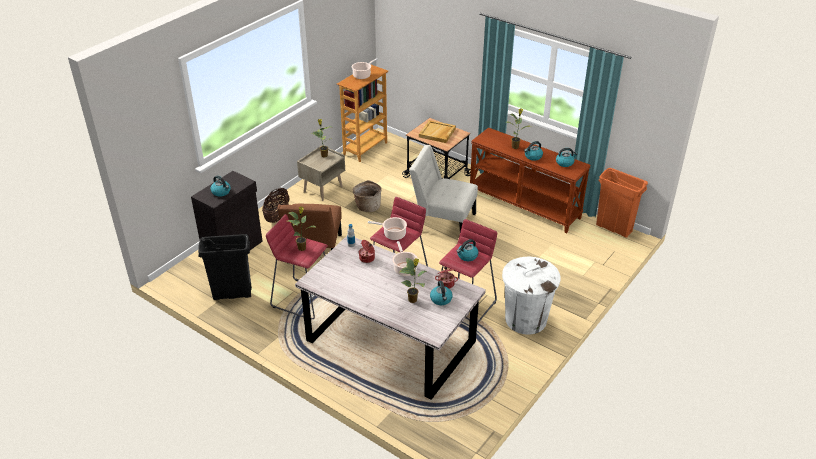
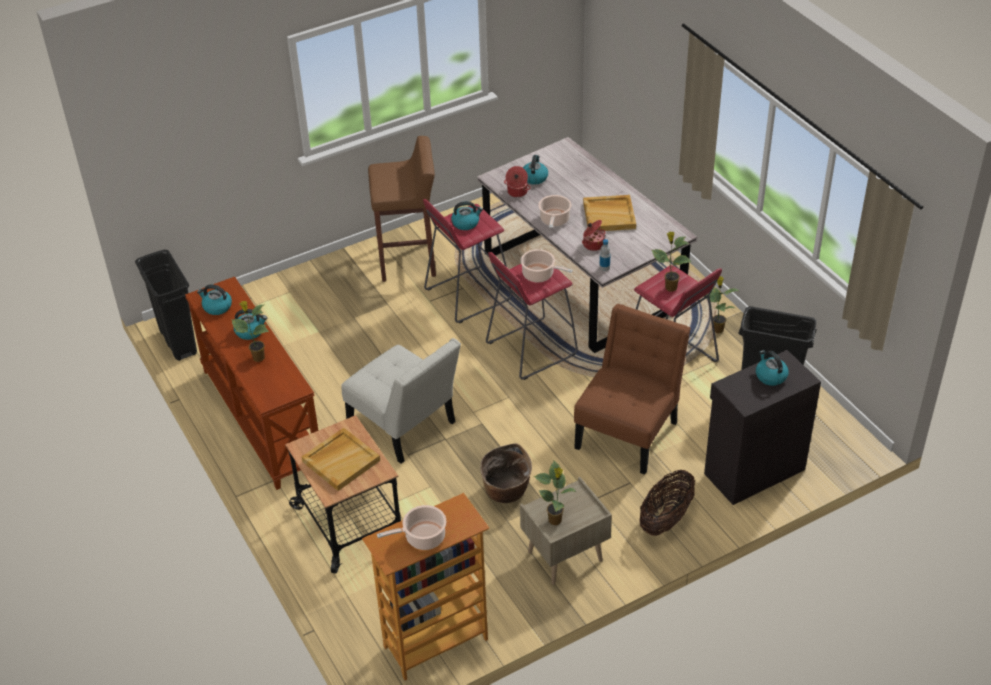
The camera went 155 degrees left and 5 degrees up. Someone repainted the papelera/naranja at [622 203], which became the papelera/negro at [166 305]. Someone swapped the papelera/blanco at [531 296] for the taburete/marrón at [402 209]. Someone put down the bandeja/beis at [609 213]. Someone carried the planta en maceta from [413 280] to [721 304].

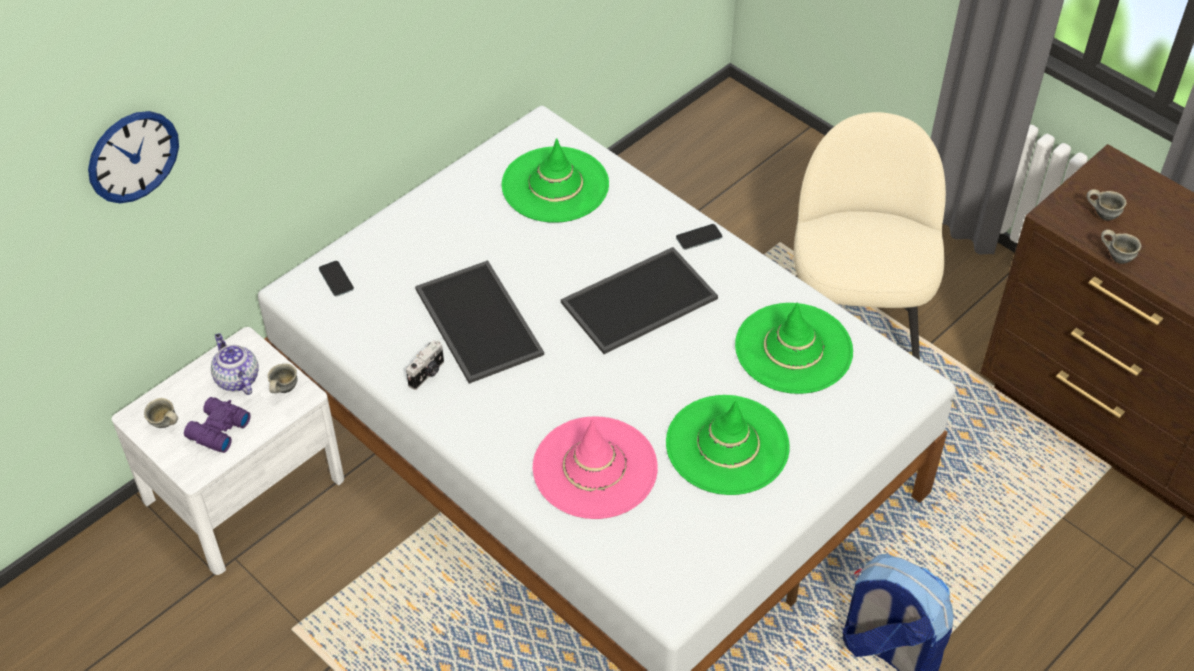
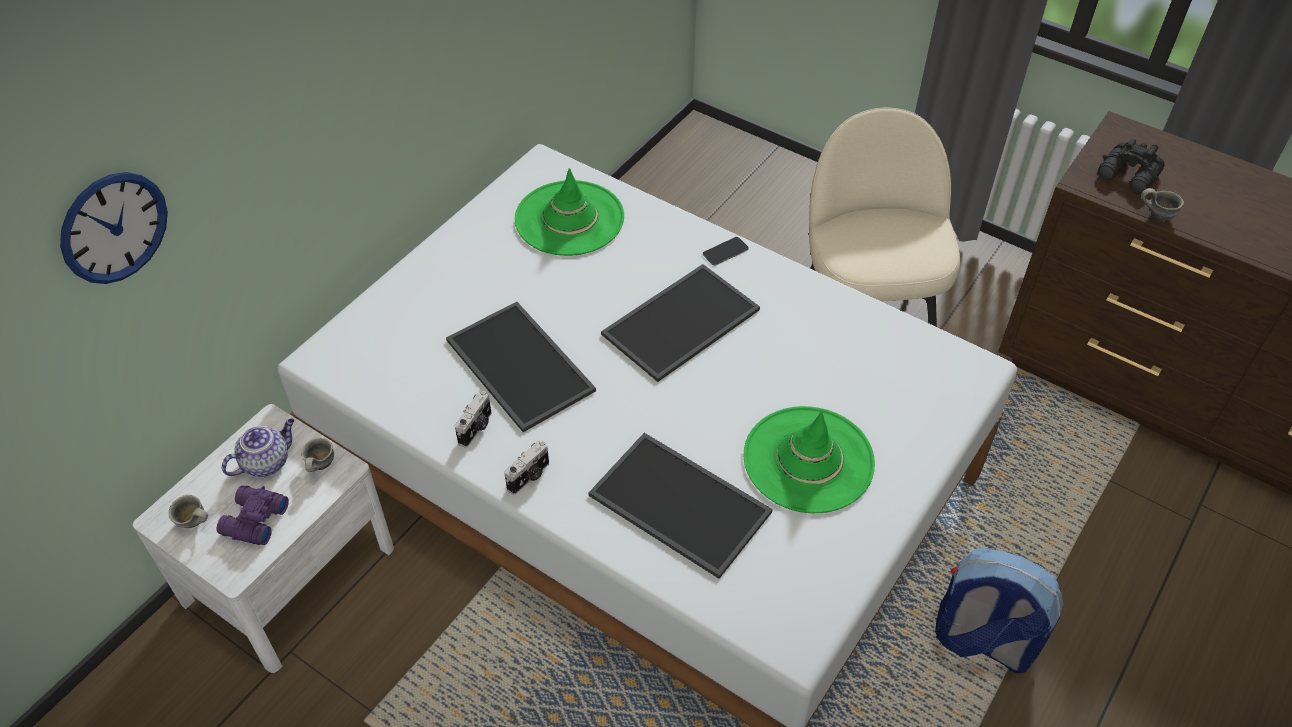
The camera went 10 degrees left and 0 degrees up. Someone rotated the tetera at [235 364] by 90 degrees clockwise. Someone put down the cámara at [526 467]. Someone swapped the sombrero/rosa at [595 468] for the bandeja at [681 506]. Someone swapped the taza grande/gris at [1107 205] for the prismáticos/negro at [1131 166]. Someone took away the móvil at [336 279]. Someone took away the sombrero/verde at [794 348].

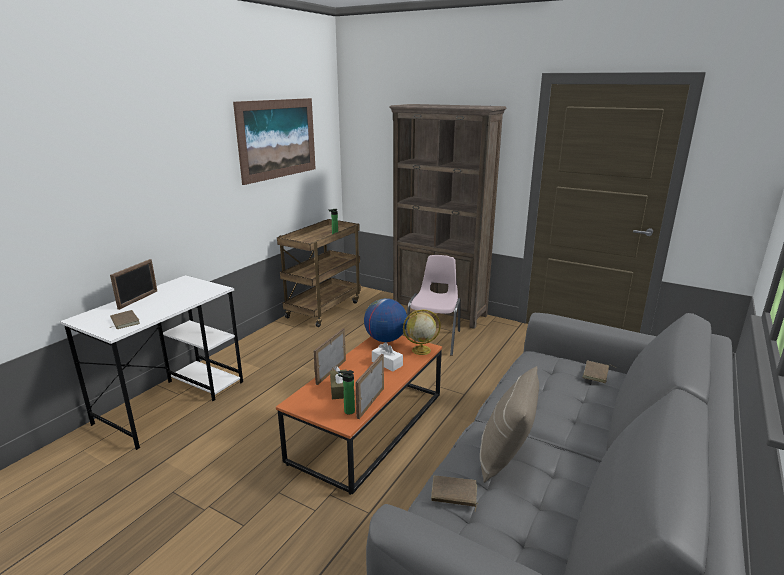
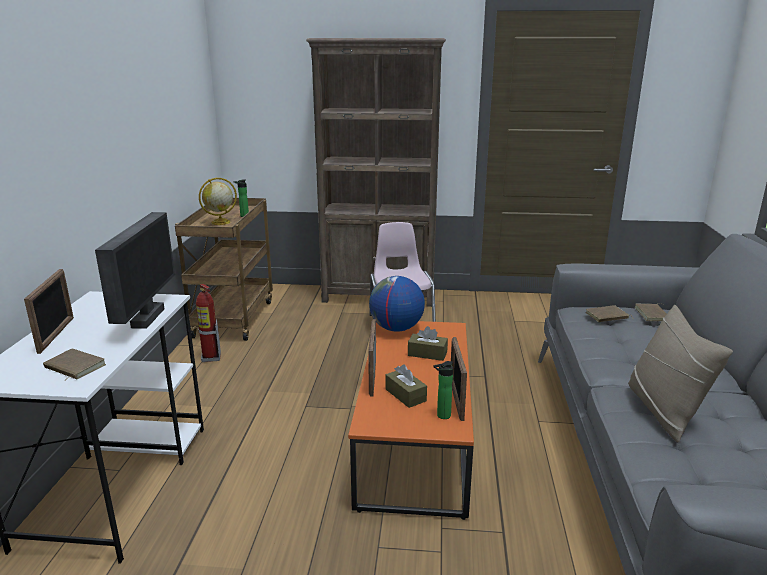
The camera went 25 degrees left and 0 degrees up. Someone put down the monitor at [135 270]. Someone put down the extintor at [208 323]. Someone carried the globo terráqueo from [422 332] to [218 201]. Someone repainted the caja de pañuelos/blanco at [387 356], which became the caja de pañuelos/marrón at [428 343]. Someone carried the libro/marrón from [454 494] to [609 313]. Someone took away the cuadro at [274 141].

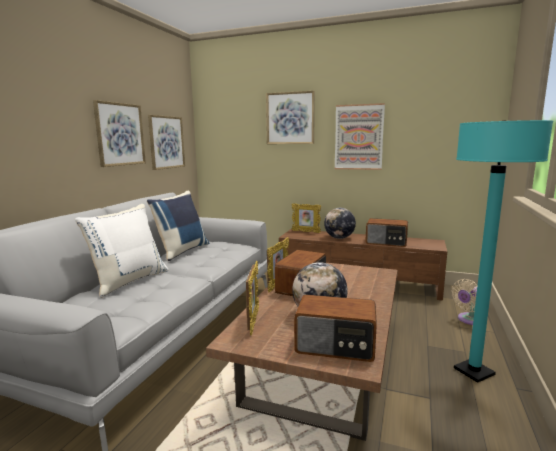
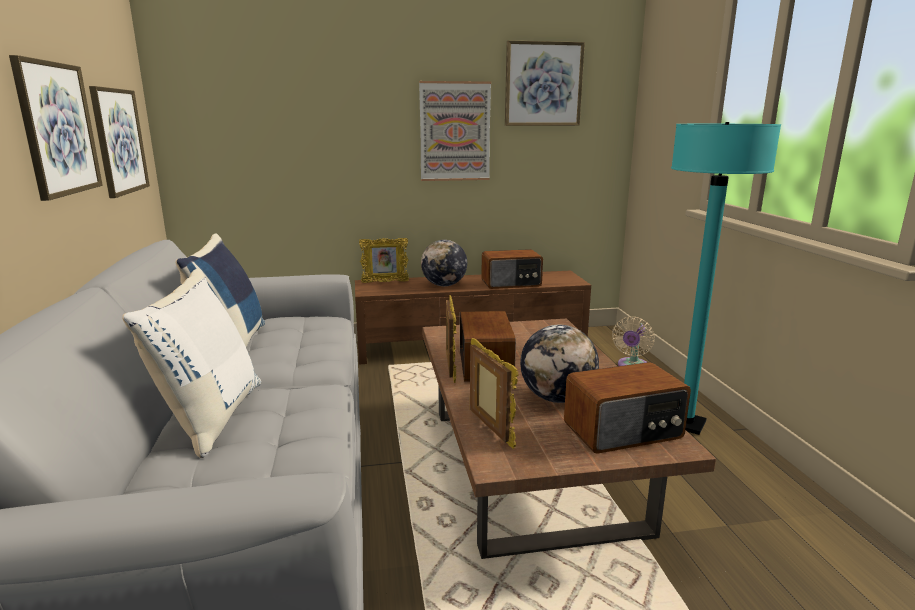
The camera went 30 degrees left and 5 degrees up. Someone carried the cuadro from [290 117] to [545 83].

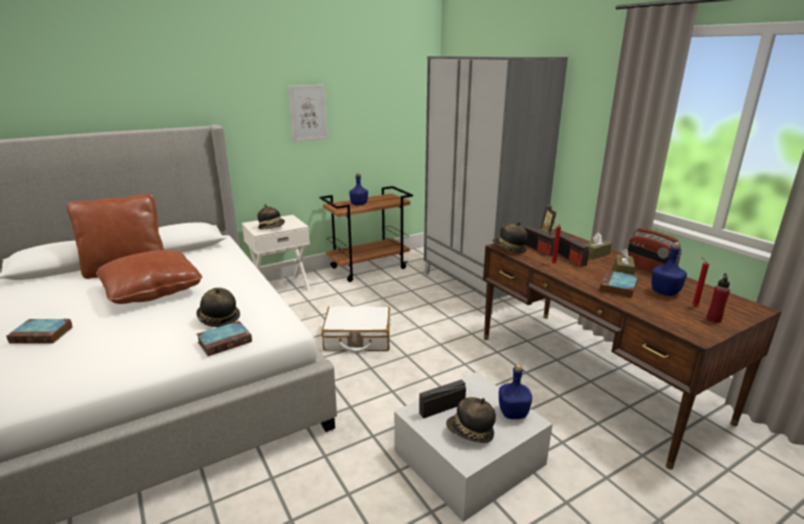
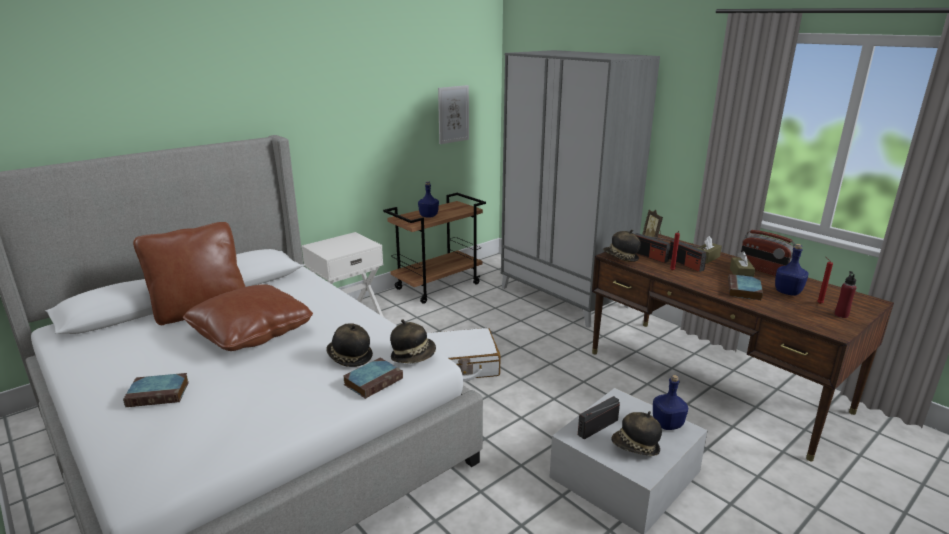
The camera went 10 degrees left and 0 degrees up. Someone carried the sombrero from [271 217] to [413 341]. Someone carried the cuadro from [308 113] to [453 114].

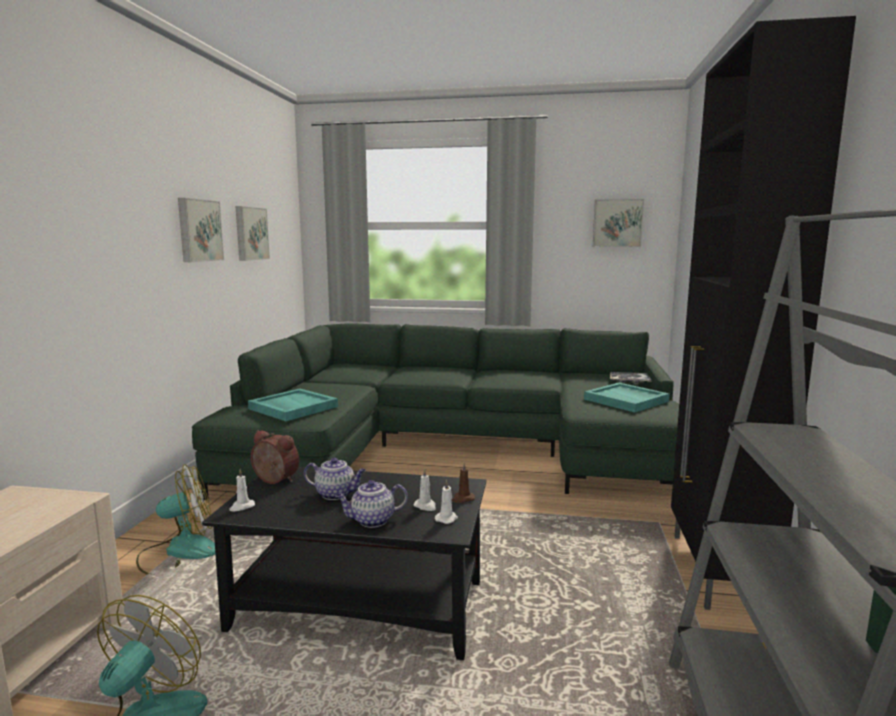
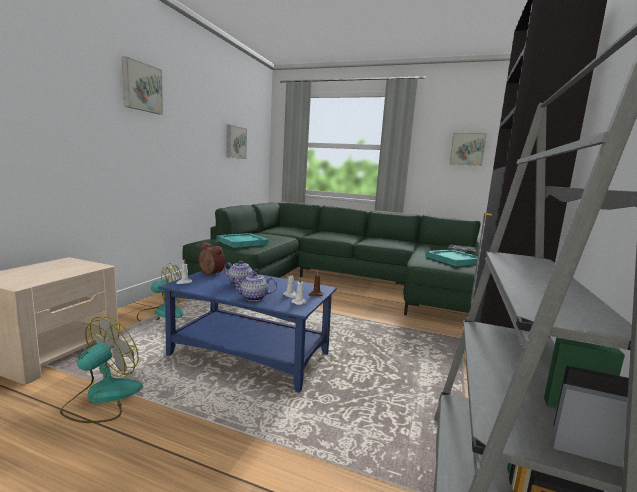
The camera went 10 degrees right and 0 degrees up. Someone carried the cuadro from [201 230] to [142 85]. Someone repainted the mesa de centro/negro at [344 563], which became the mesa de centro/azul at [247 331].

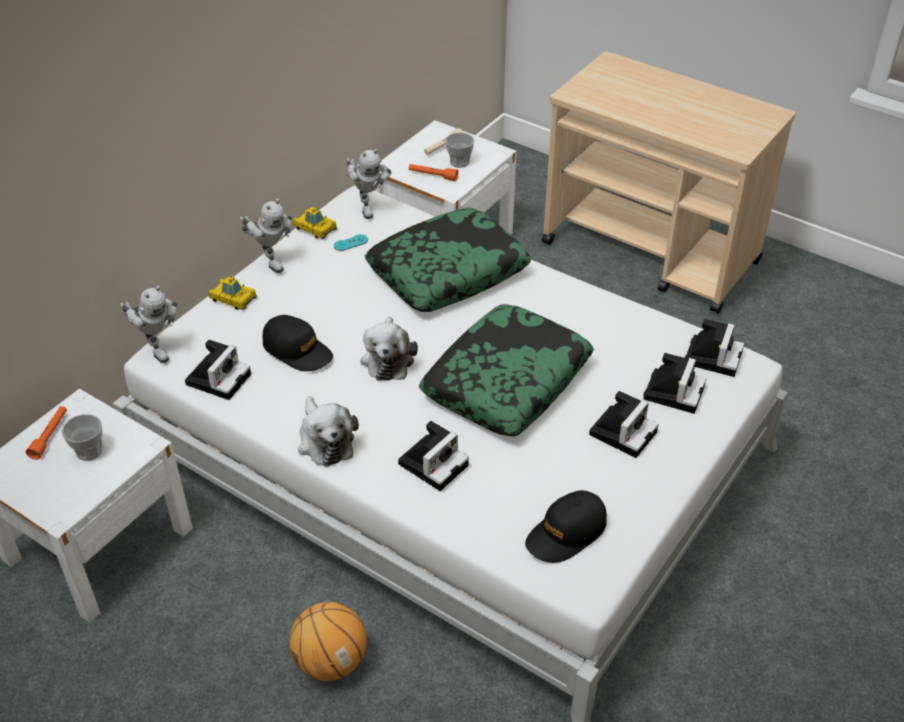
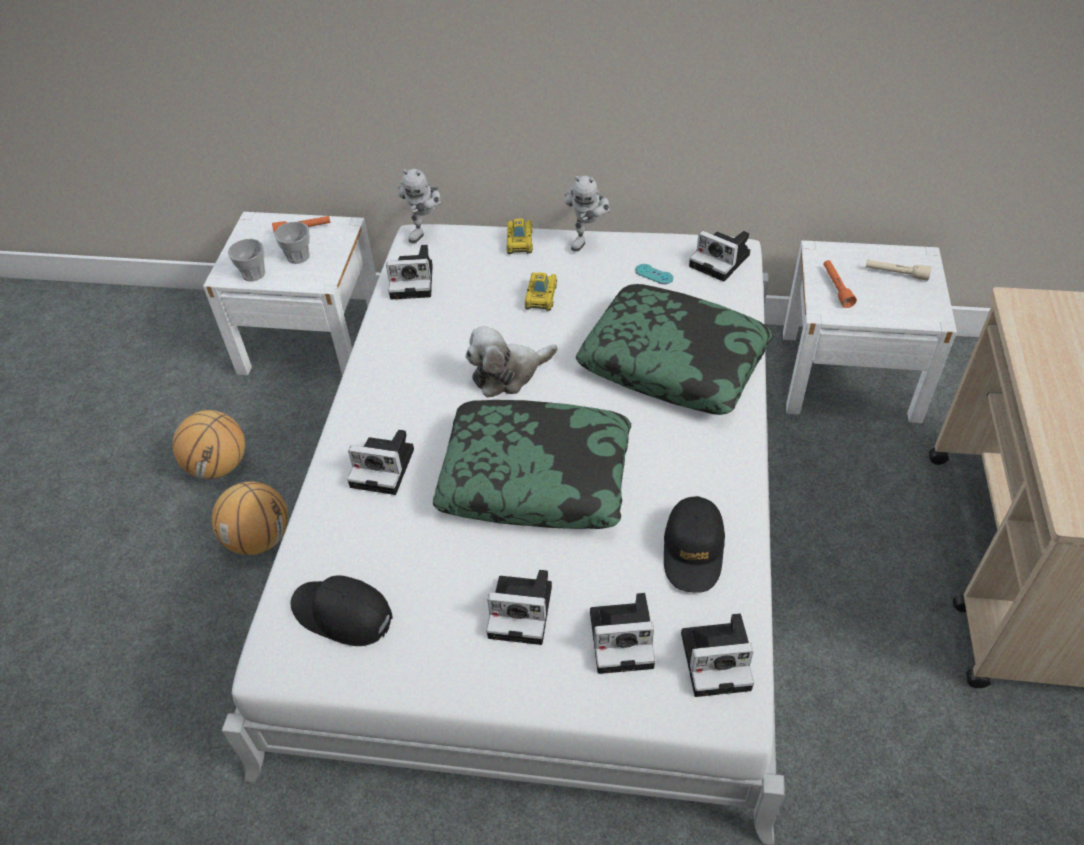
The camera went 65 degrees right and 5 degrees up. Someone put down the balón de baloncesto at [209 444]. Someone carried the taza from [459 150] to [246 260]. Someone carried the coche de juguete from [315 223] to [541 291]. Someone carried the gorra/negro from [297 343] to [694 544]. Someone swapped the robot de juguete at [369 184] for the cámara at [719 256]. Someone took away the peluche at [328 431].

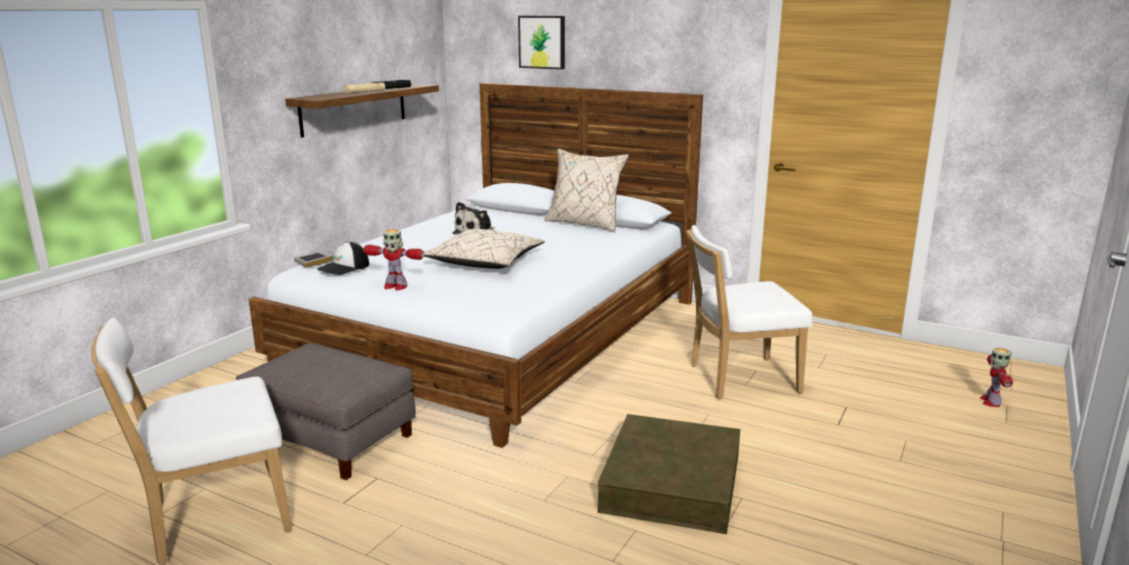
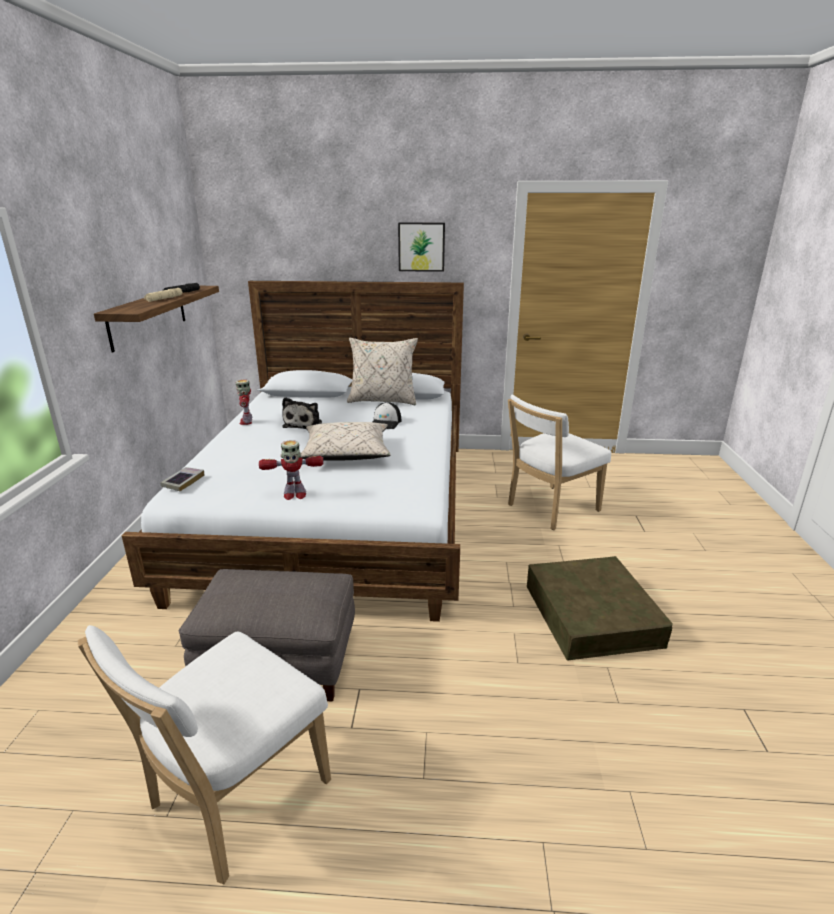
The camera went 25 degrees left and 5 degrees up. Someone carried the robot de juguete from [996 377] to [244 402]. Someone carried the gorra from [343 258] to [386 415]. Someone carried the cuadro from [541 42] to [421 247].

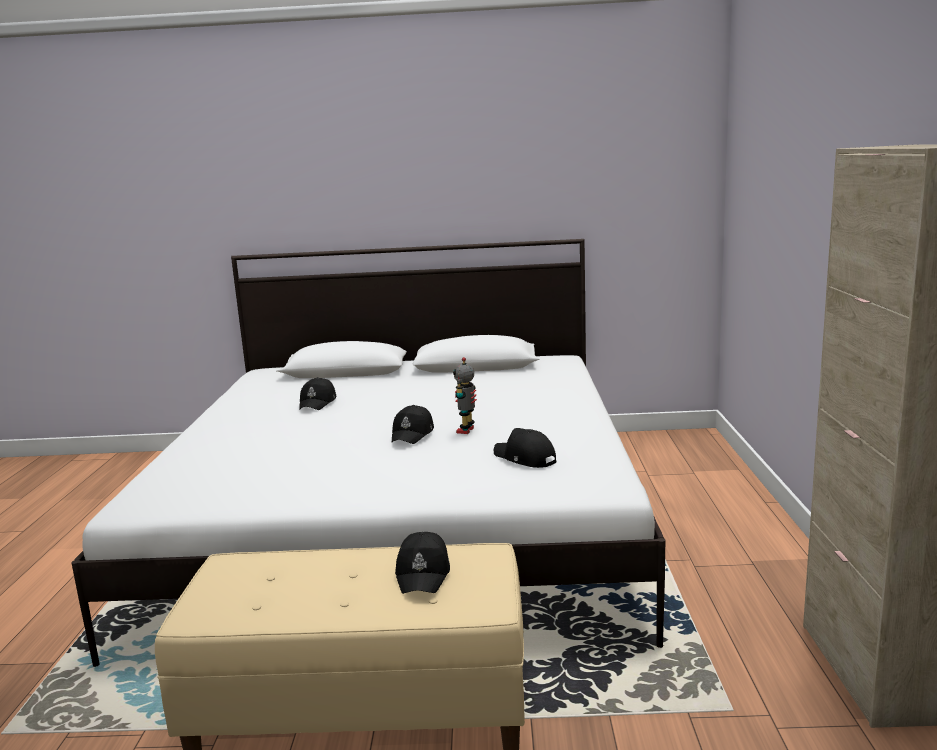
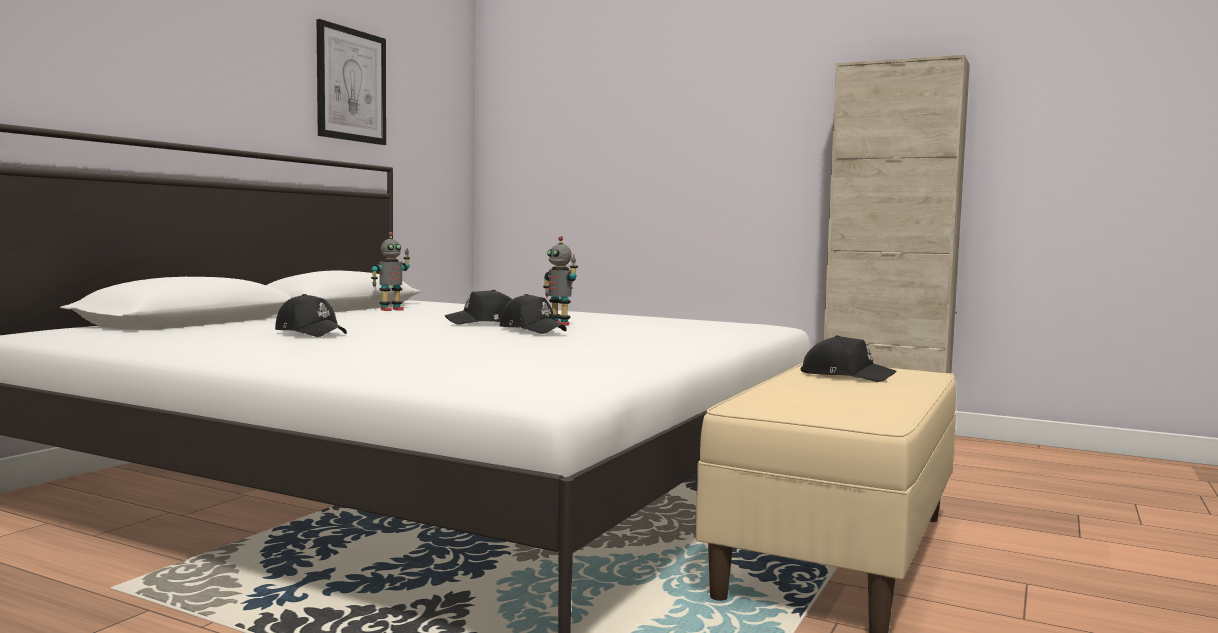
The camera went 65 degrees left and 10 degrees down. Someone put up the cuadro at [351 82]. Someone put down the robot de juguete at [390 271]. Someone carried the gorra/negro from [524 448] to [478 307].

